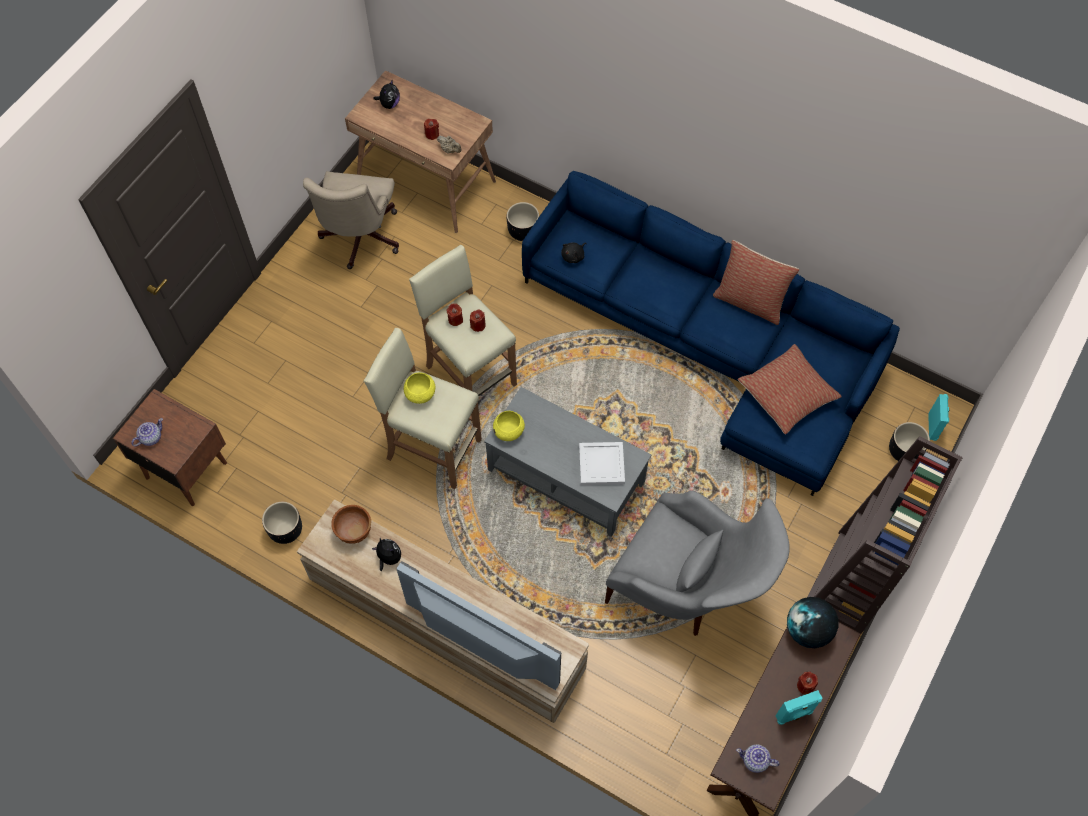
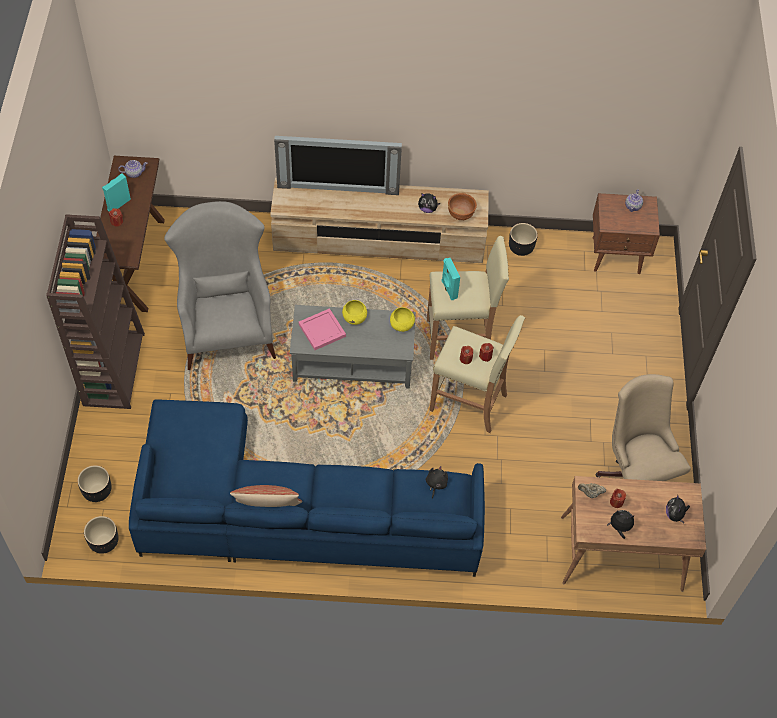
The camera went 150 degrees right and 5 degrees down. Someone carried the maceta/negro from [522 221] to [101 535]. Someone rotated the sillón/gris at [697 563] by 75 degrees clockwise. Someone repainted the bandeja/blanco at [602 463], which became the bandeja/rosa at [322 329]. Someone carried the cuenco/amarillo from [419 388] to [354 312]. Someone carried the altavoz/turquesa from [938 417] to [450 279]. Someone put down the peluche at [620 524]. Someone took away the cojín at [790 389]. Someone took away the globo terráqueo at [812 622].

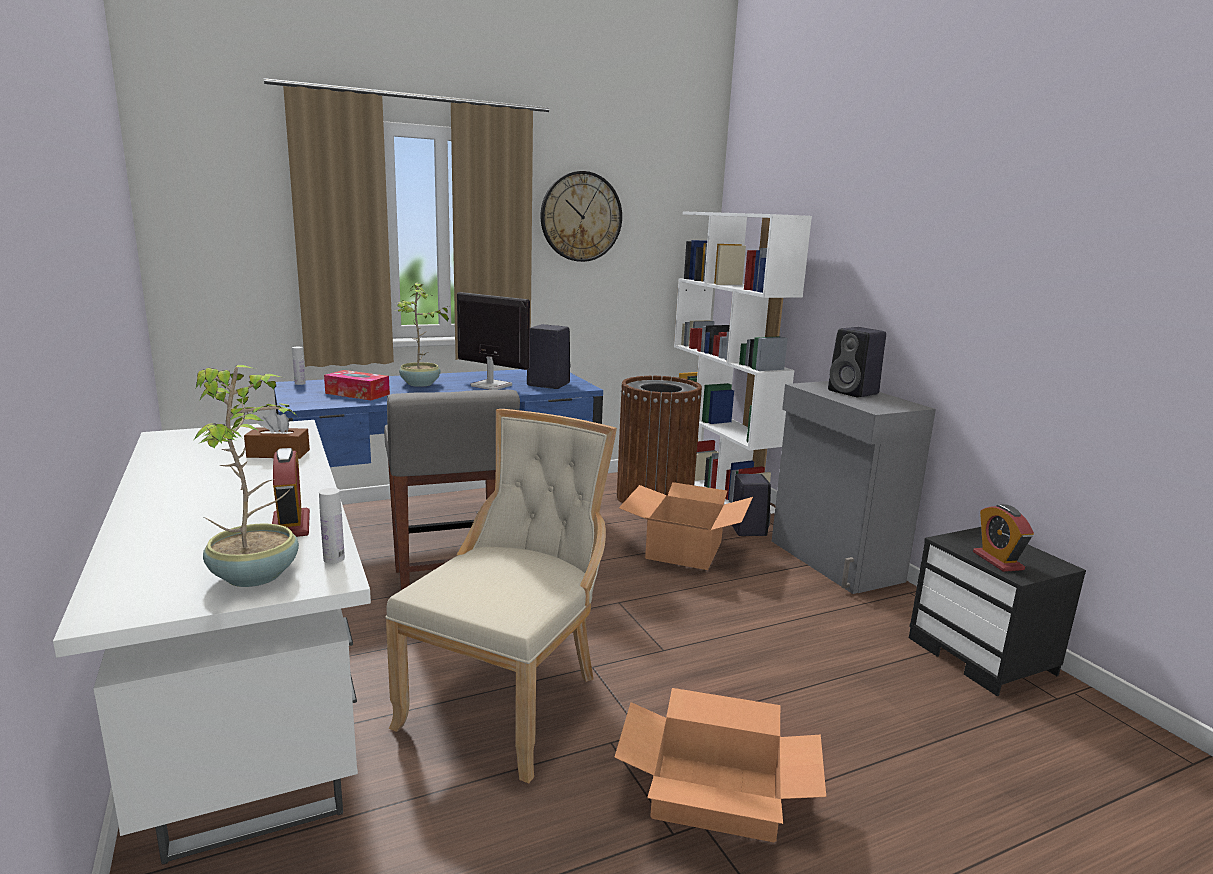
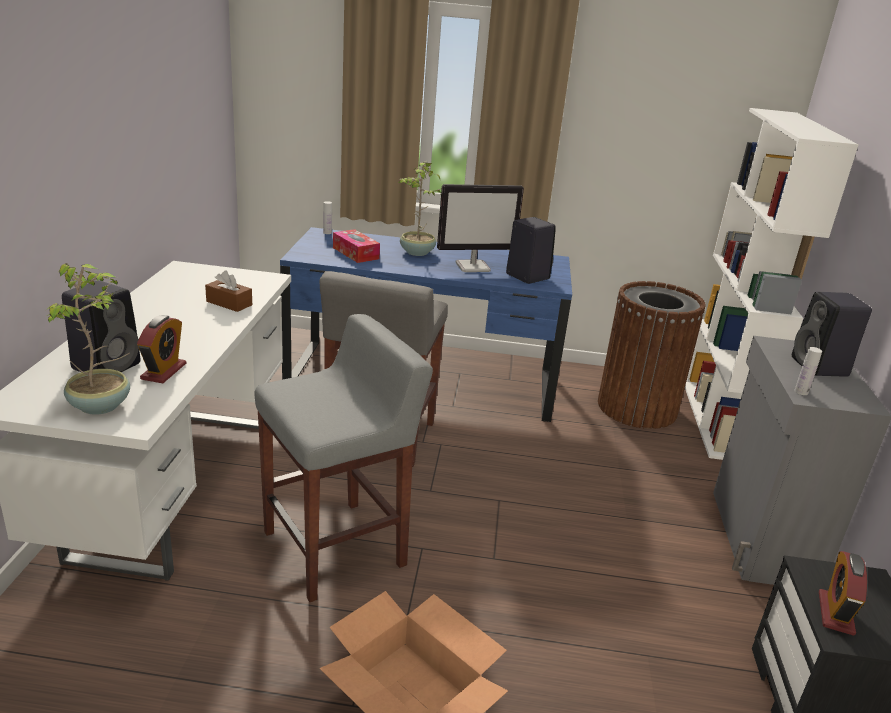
The camera went 30 degrees right and 10 degrees up. Someone carried the altavoz/negro from [751 505] to [101 326]. Someone swapped the silla/beis at [501 596] for the taburete/gris at [343 458]. Someone rotated the monitor at [493 341] by 105 degrees clockwise. Someone carried the botella/blanco from [332 526] to [808 371]. Someone took away the reloj de pared at [581 216]. Someone took away the caja de cartón at [686 526].

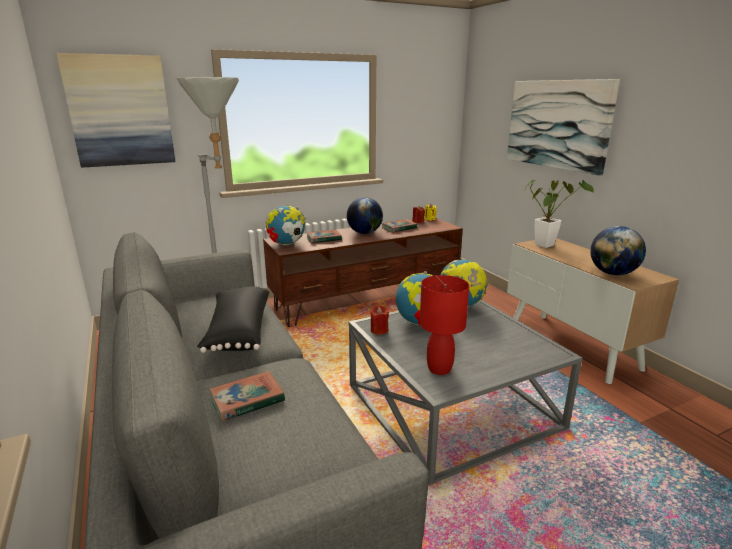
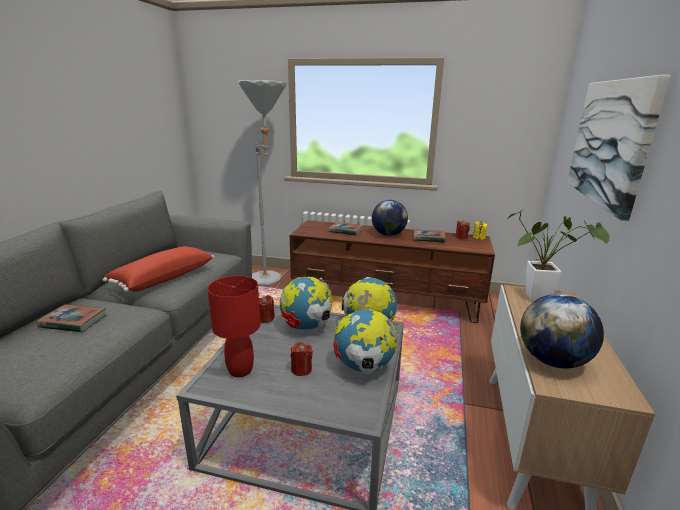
The camera went 40 degrees right and 0 degrees up. Someone repainted the cojín/negro at [233 319], which became the cojín/rojo at [158 269]. Someone put down the vela/rojo at [302 359]. Someone carried the globo terráqueo from [286 225] to [365 342]. Someone took away the cuadro at [115 110].

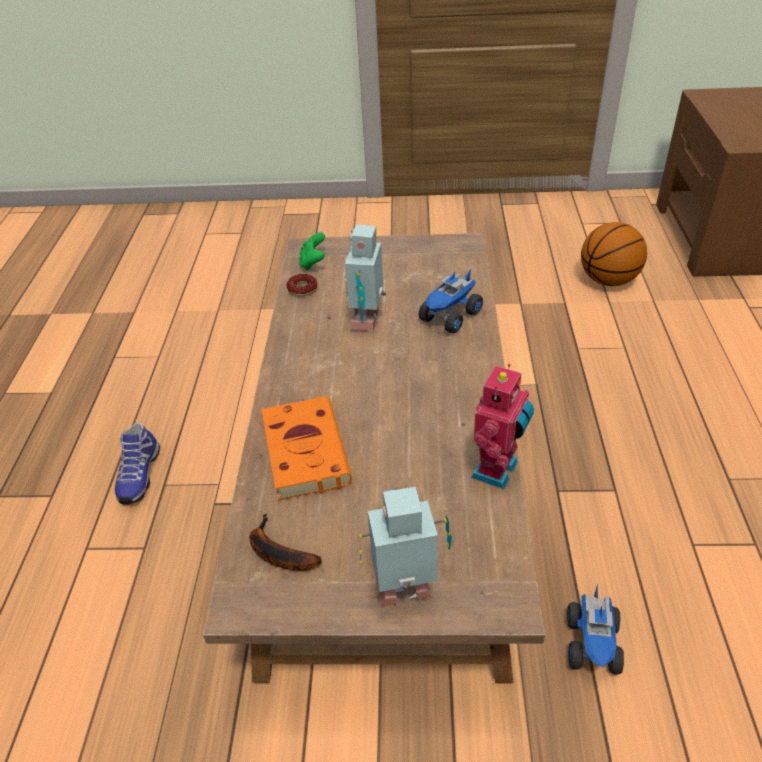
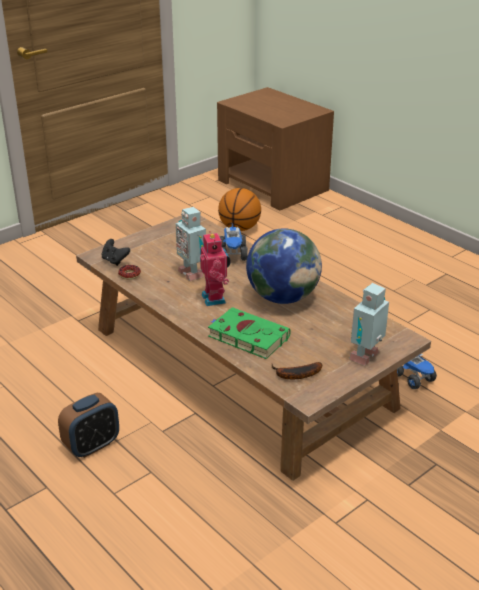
The camera went 45 degrees left and 10 degrees down. Someone swapped the zapato at [137 463] for the despertador at [88 425]. Someone repainted the mando de consola/verde at [312 251], which became the mando de consola/negro at [115 252]. Someone carried the robot de juguete from [502 426] to [215 268]. Someone repainted the libro/naranja at [307 448], which became the libro/verde at [249 333]. Someone put down the globo terráqueo at [284 266].

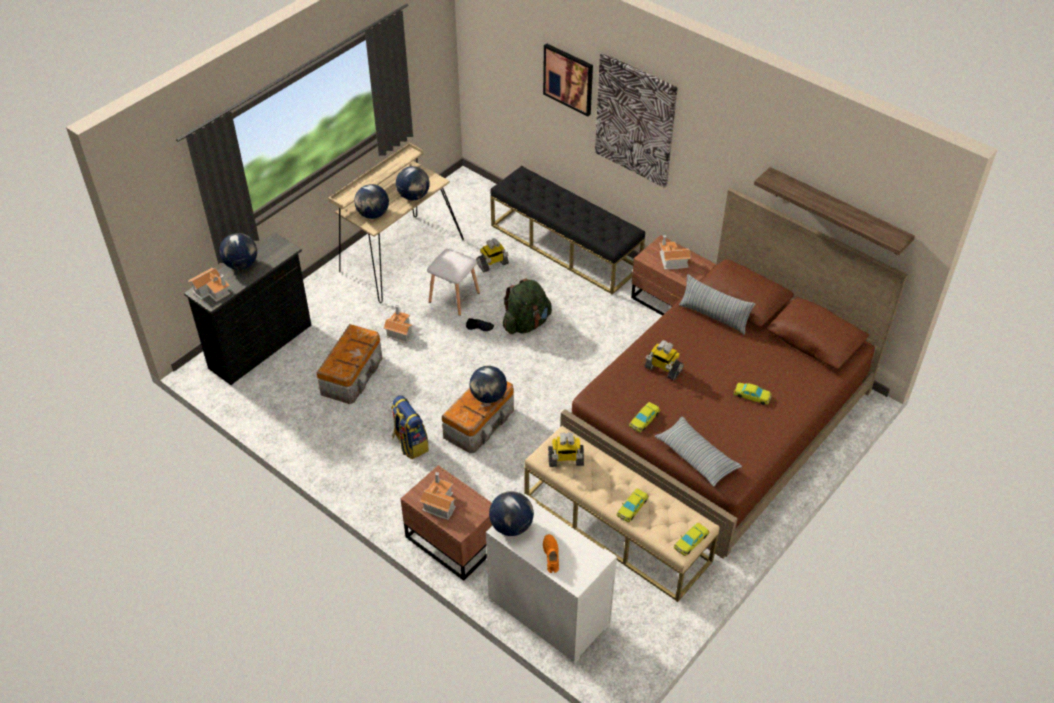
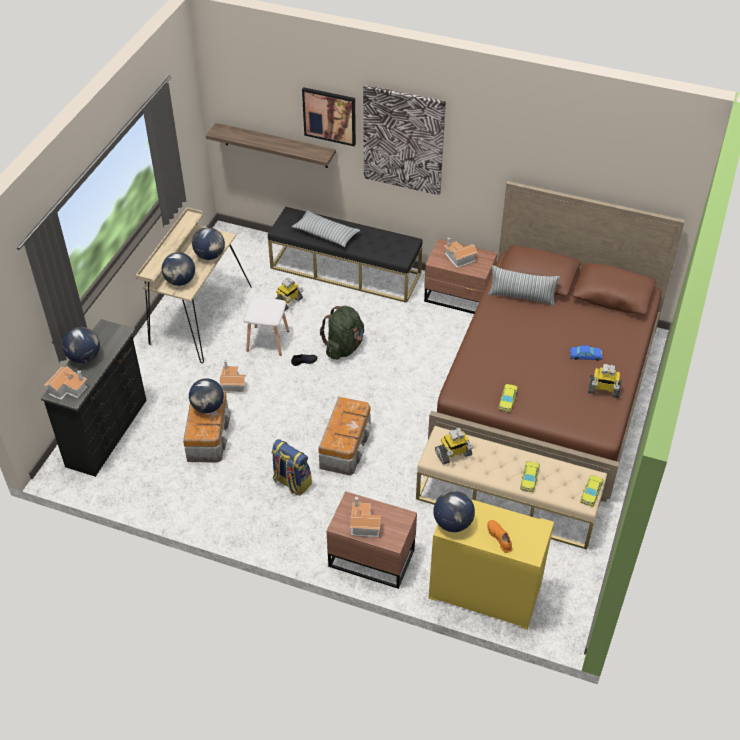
The camera went 20 degrees left and 0 degrees up. Someone carried the globo terráqueo from [488 384] to [206 395]. Someone carried the estante from [834 211] to [271 145]. Someone carried the cojín from [698 452] to [325 228]. Someone repainted the cómoda/blanco at [551 579], which became the cómoda/amarillo at [491 564]. Someone repainted the coche de juguete/amarillo at [752 394], which became the coche de juguete/azul at [586 353]. Someone carried the robot de juguete from [664 360] to [605 381].

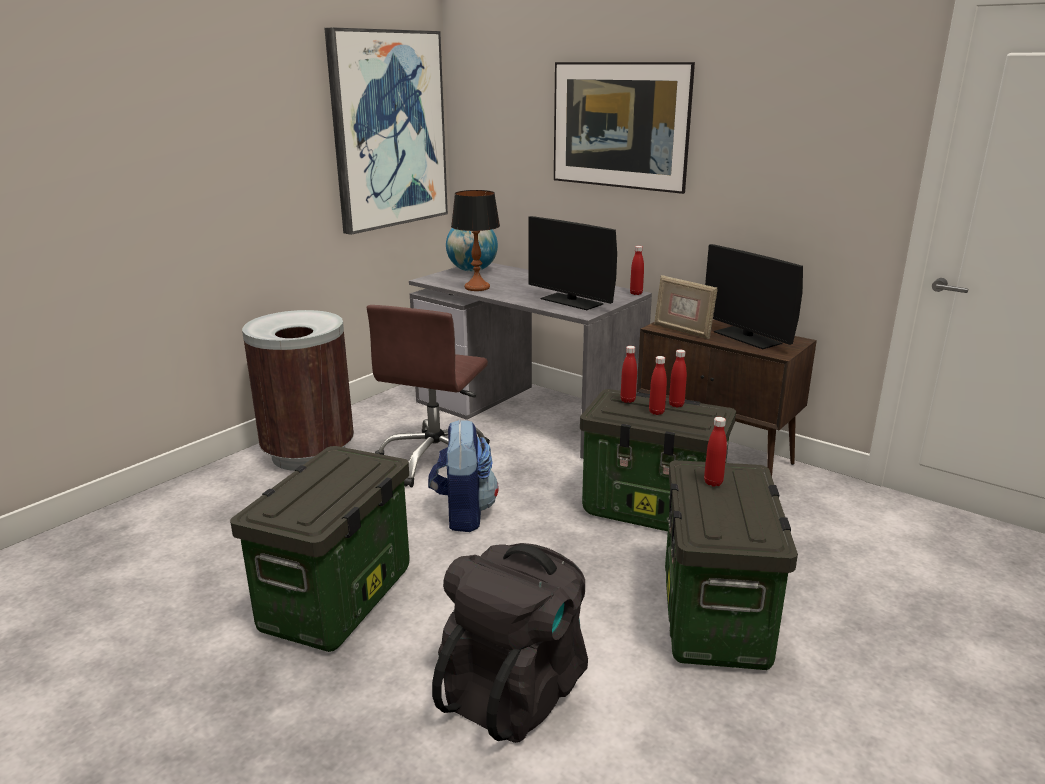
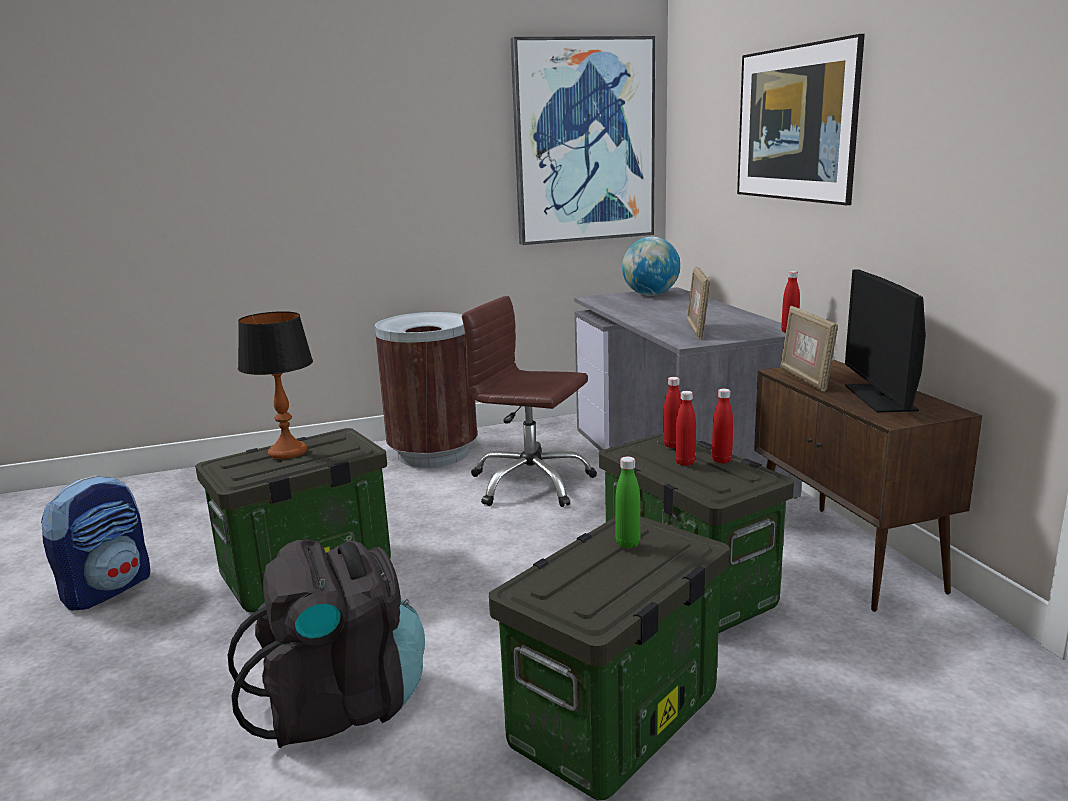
The camera went 35 degrees right and 5 degrees down. Someone carried the mochila from [463 475] to [95 543]. Someone carried the lámpara de mesa from [475 240] to [275 385]. Someone rotated the silla de oficina/marrón at [428 396] by 60 degrees clockwise. Someone repainted the botella/rojo at [715 451], which became the botella/verde at [627 502]. Someone swapped the monitor at [572 263] for the portarretratos at [698 302].

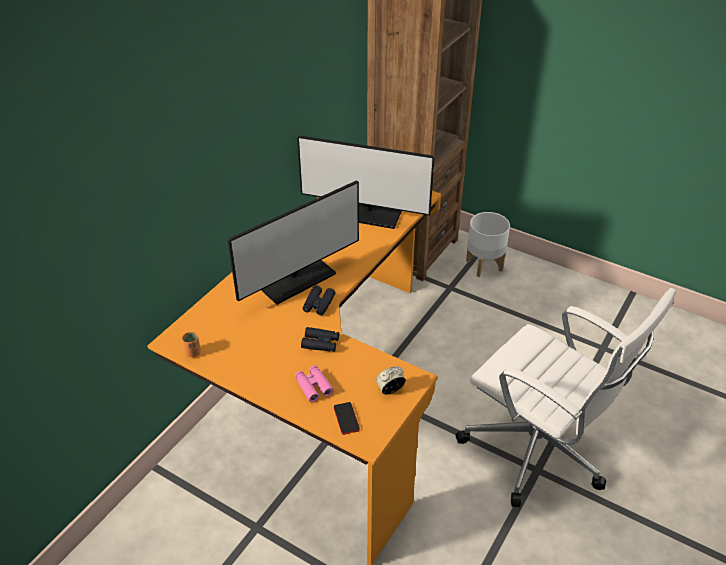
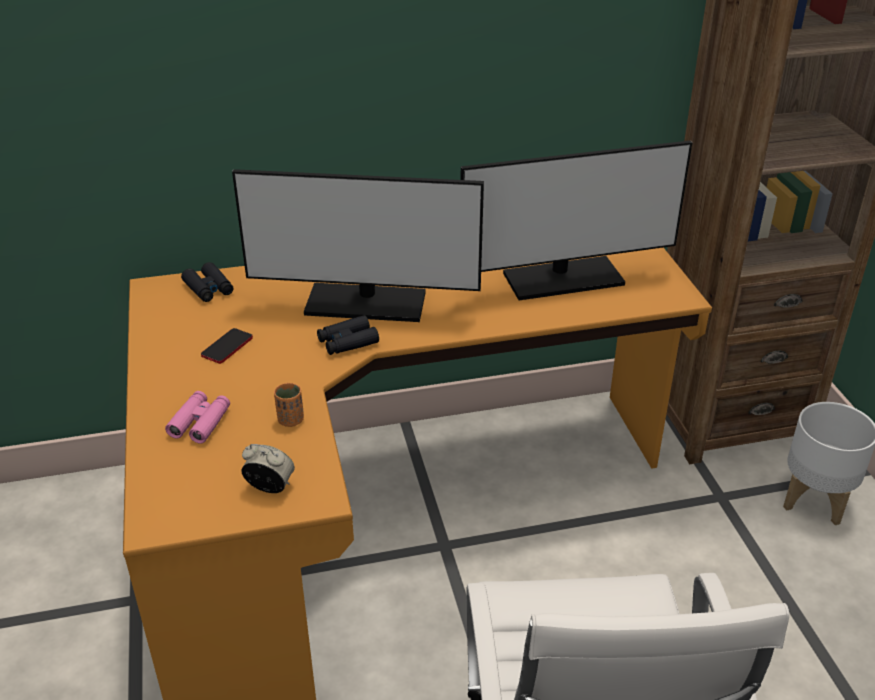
The camera went 45 degrees right and 5 degrees down. Someone carried the prismáticos/negro from [320 339] to [207 282]. Someone carried the móvil from [347 418] to [227 346]. Someone carried the taza/naranja from [191 344] to [289 405]. Someone rotated the monitor at [366 182] by 75 degrees counterclockwise.

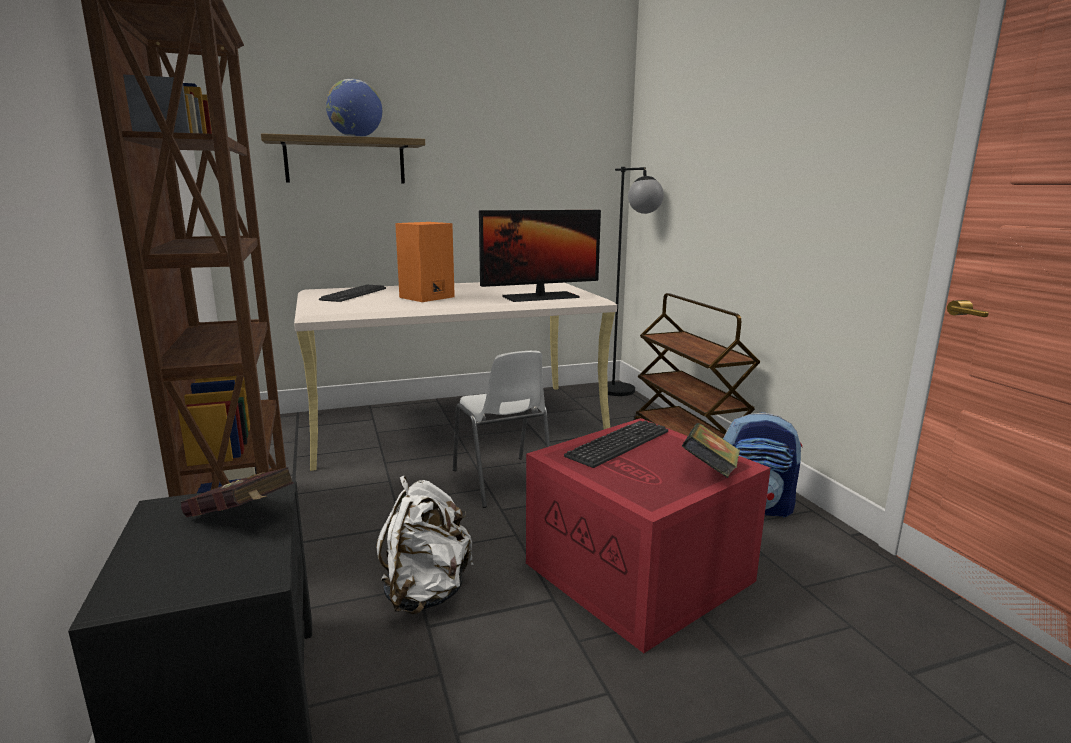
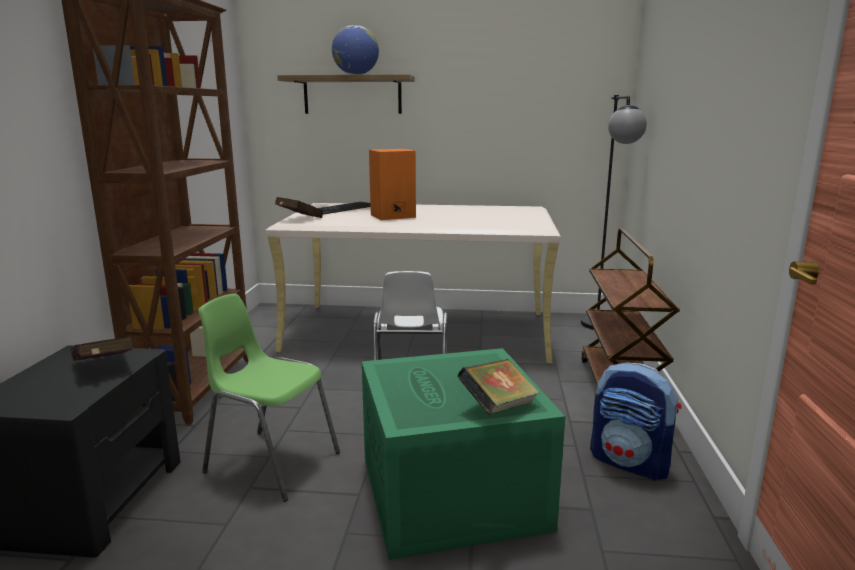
The camera went 25 degrees right and 0 degrees up. Someone swapped the mochila/blanco at [425 545] for the silla/verde at [269 398]. Someone put down the libro/rojo at [299 207]. Someone repainted the caja de almacenaje/rojo at [648 535], which became the caja de almacenaje/verde at [463 454]. Someone took away the monitor at [540 256]. Someone took away the teclado at [616 444].

